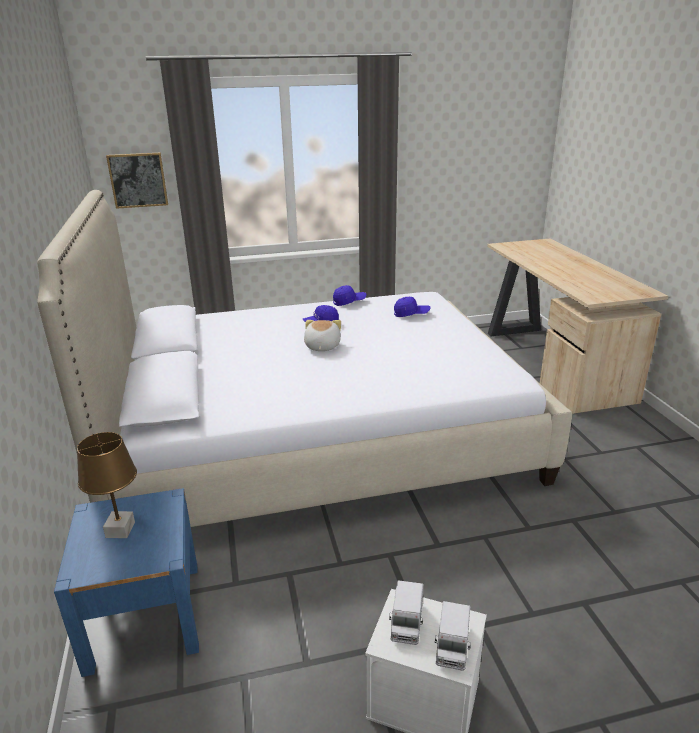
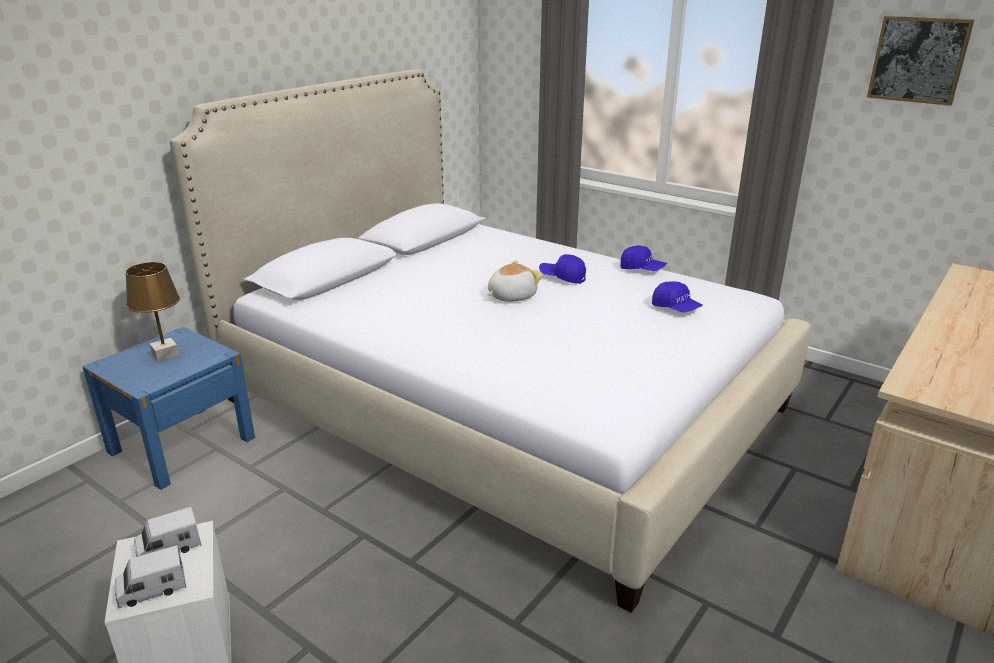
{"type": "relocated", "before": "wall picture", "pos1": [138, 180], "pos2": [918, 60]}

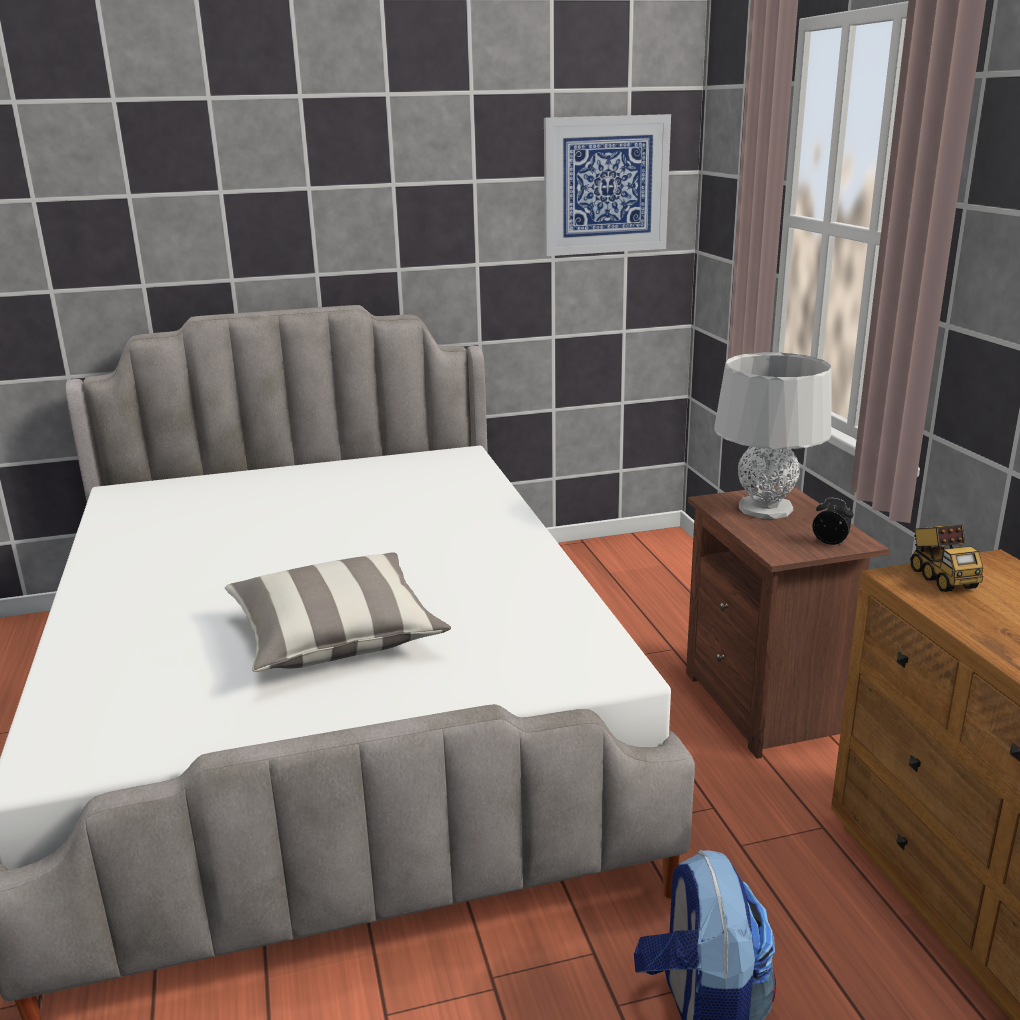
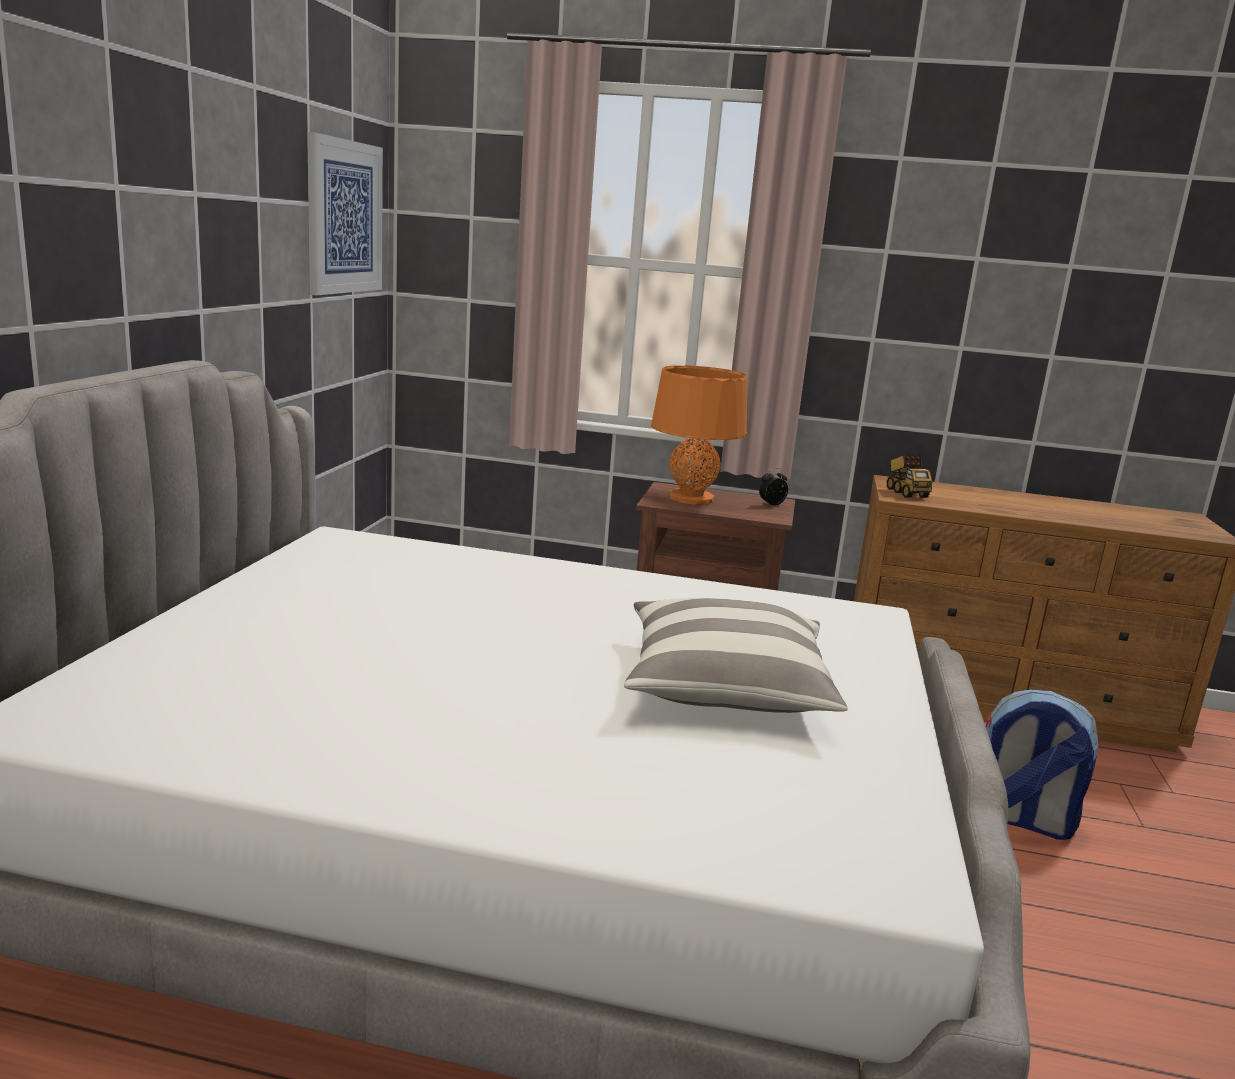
{"type": "colour", "before": "lamp for a table/gray", "after": "lamp for a table/orange-coloured", "pos1": [765, 508], "pos2": [691, 498]}
{"type": "spun", "before": "toy truck", "pos1": [941, 578], "pos2": [906, 493], "turn": 60}

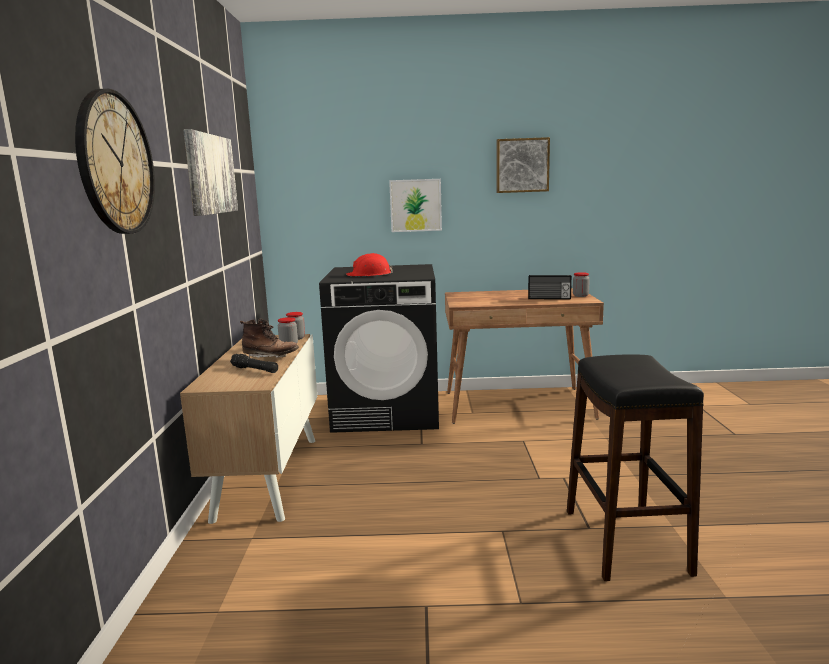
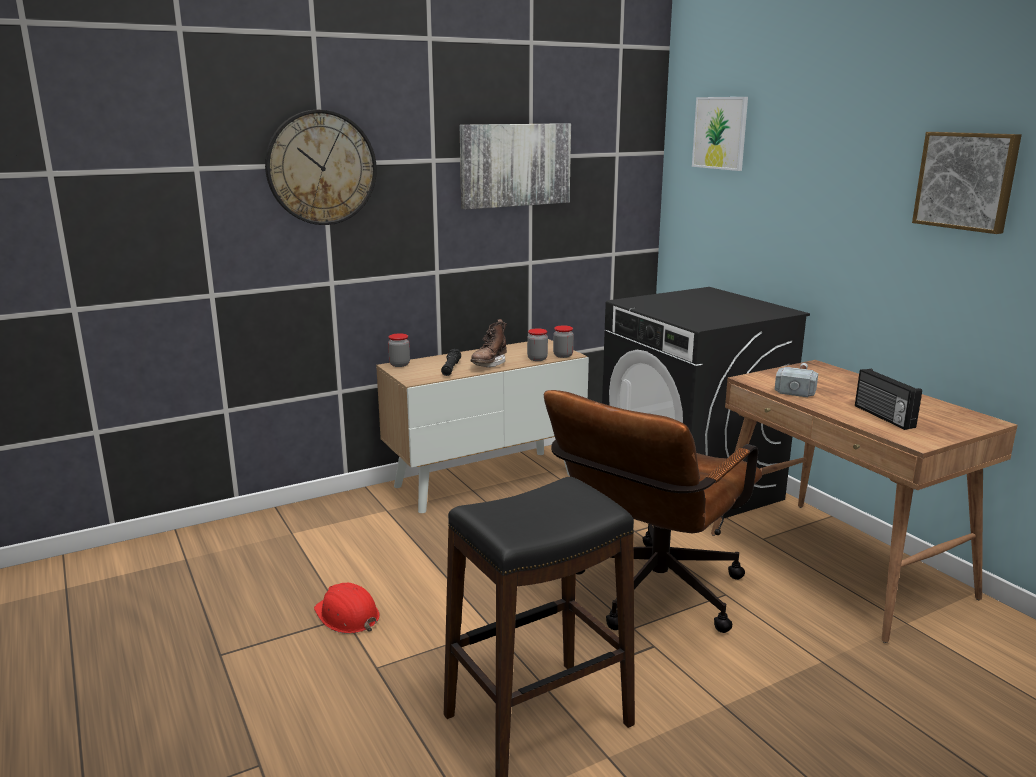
{"type": "relocated", "before": "wall picture", "pos1": [415, 205], "pos2": [720, 133]}
{"type": "relocated", "before": "work helmet/reddish", "pos1": [369, 274], "pos2": [347, 616]}
{"type": "relocated", "before": "preserve jar", "pos1": [580, 295], "pos2": [399, 364]}
{"type": "spun", "before": "high-top boot/brown", "pos1": [270, 358], "pos2": [489, 364], "turn": 45}
{"type": "appeared", "after": "hand hammer", "pos2": [798, 386]}
{"type": "appeared", "after": "desk chair/brown", "pos2": [649, 596]}

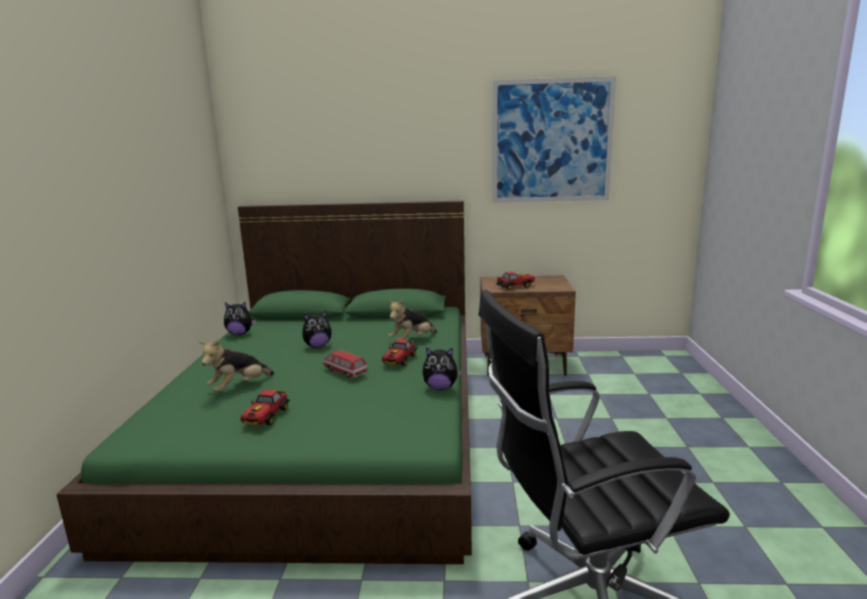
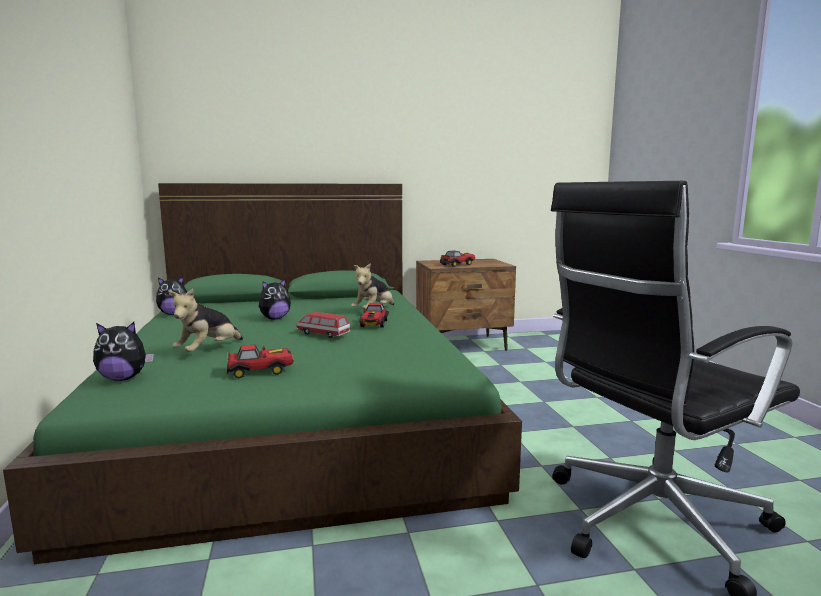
{"type": "missing", "before": "wall picture", "pos1": [551, 141]}
{"type": "relocated", "before": "plush toy", "pos1": [440, 387], "pos2": [123, 378]}
{"type": "spun", "before": "miniature car", "pos1": [265, 417], "pos2": [261, 371], "turn": -105}

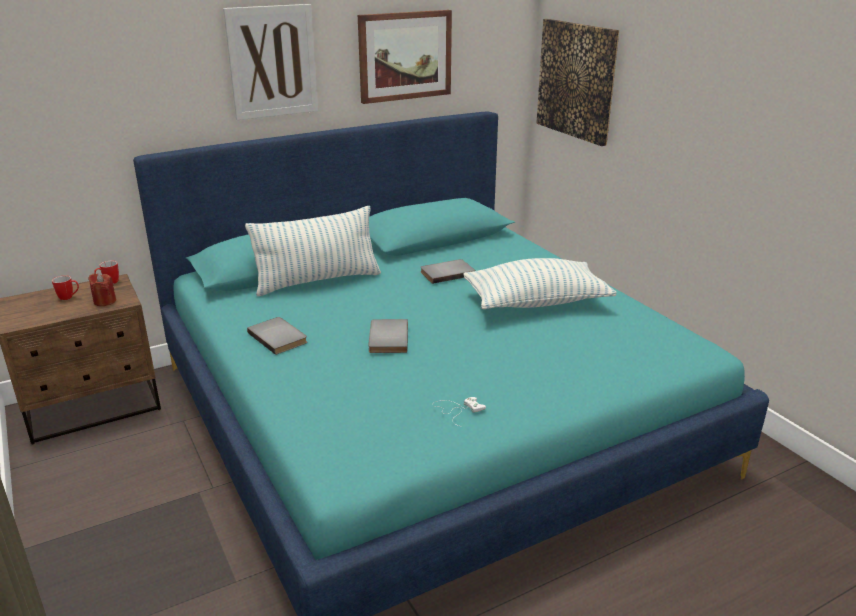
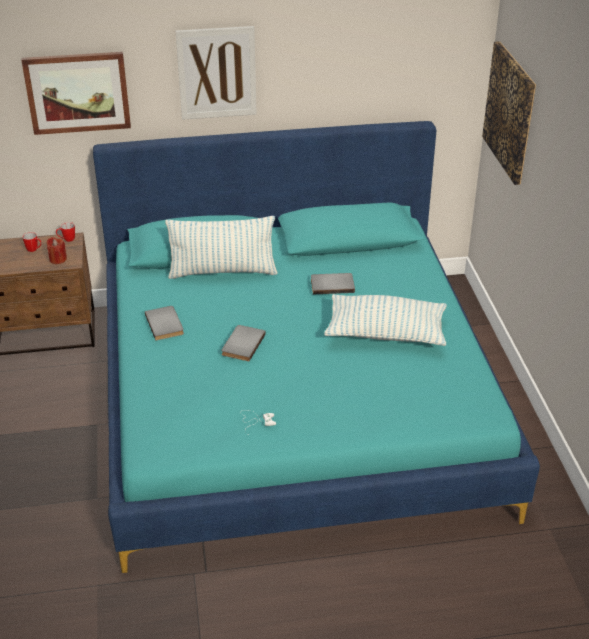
{"type": "relocated", "before": "wall picture", "pos1": [405, 56], "pos2": [77, 92]}

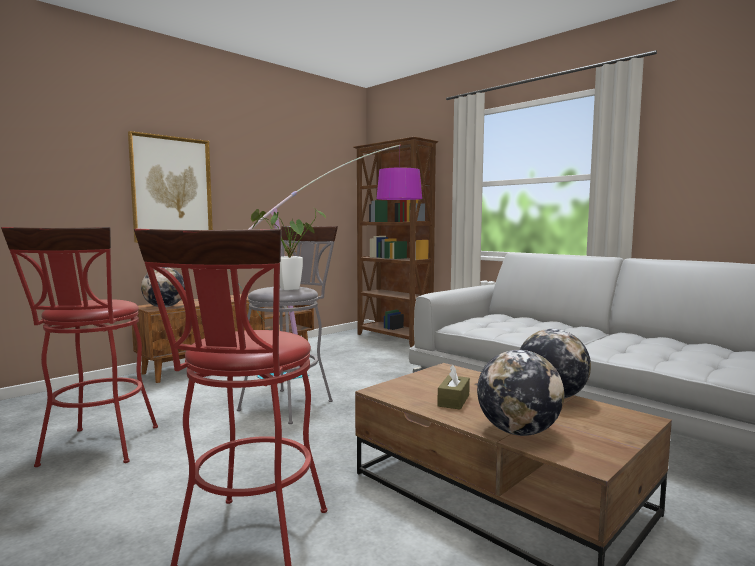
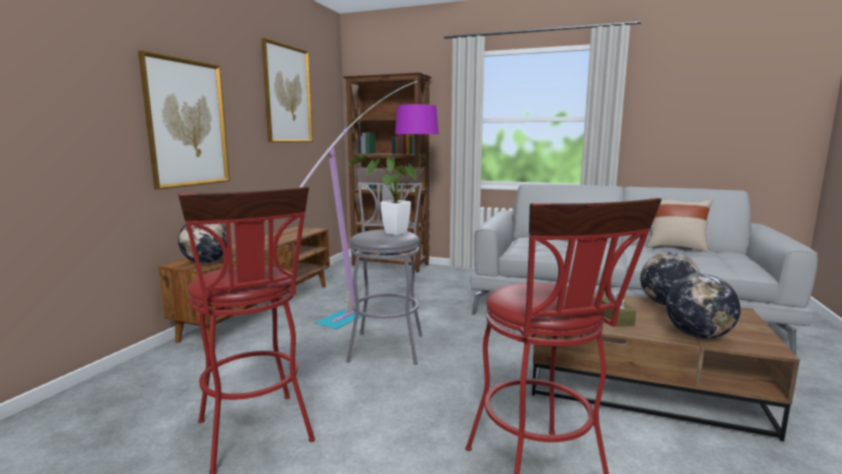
{"type": "appeared", "after": "wall picture", "pos2": [287, 94]}
{"type": "appeared", "after": "cushion/beige-coloured", "pos2": [675, 247]}

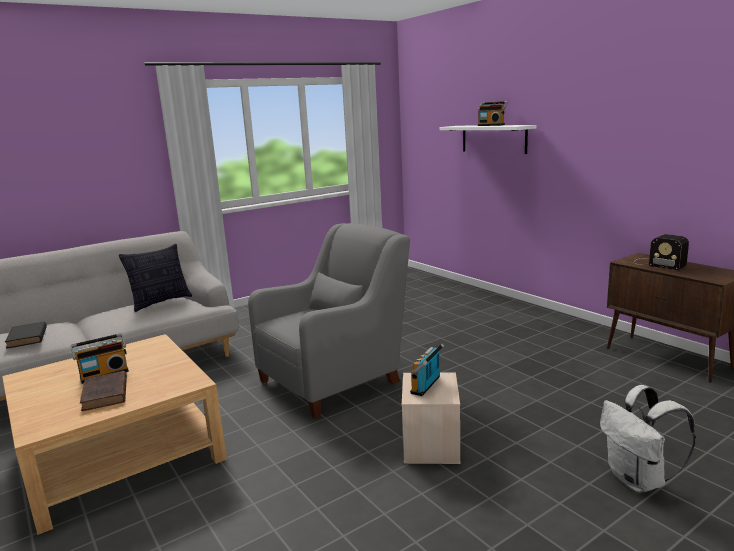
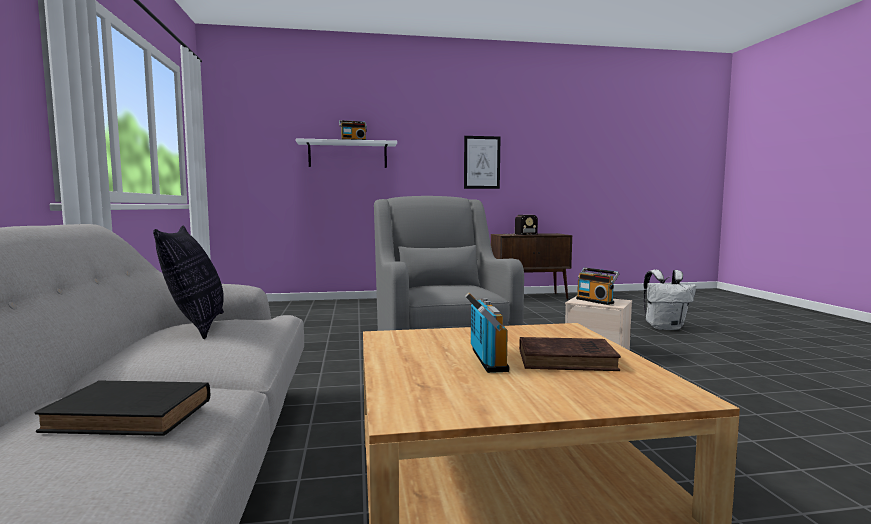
{"type": "appeared", "after": "wall picture", "pos2": [482, 162]}

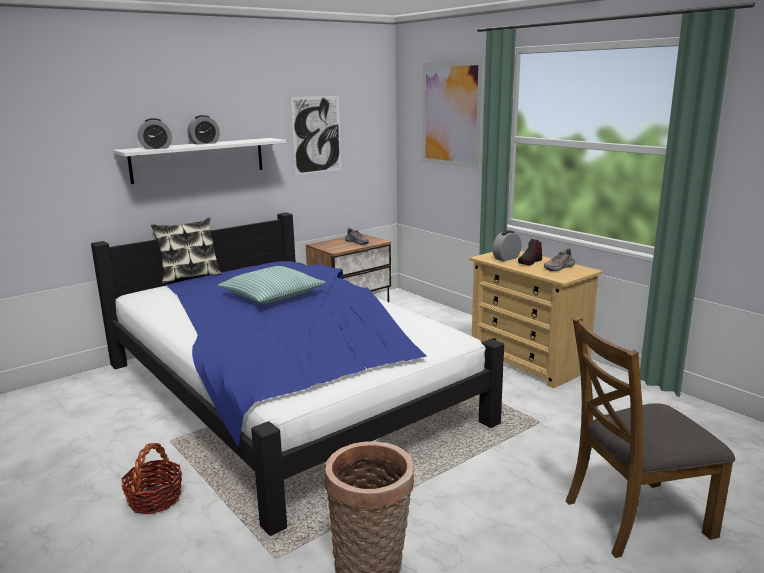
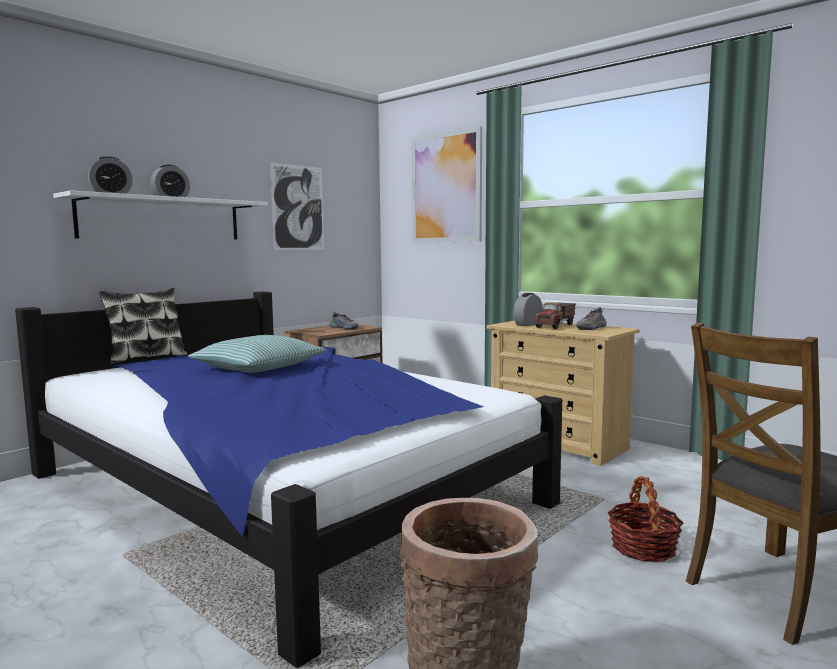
{"type": "exchanged", "before": "shoe", "after": "toy truck", "pos1": [530, 262], "pos2": [556, 326]}
{"type": "relocated", "before": "household basket", "pos1": [155, 499], "pos2": [643, 548]}

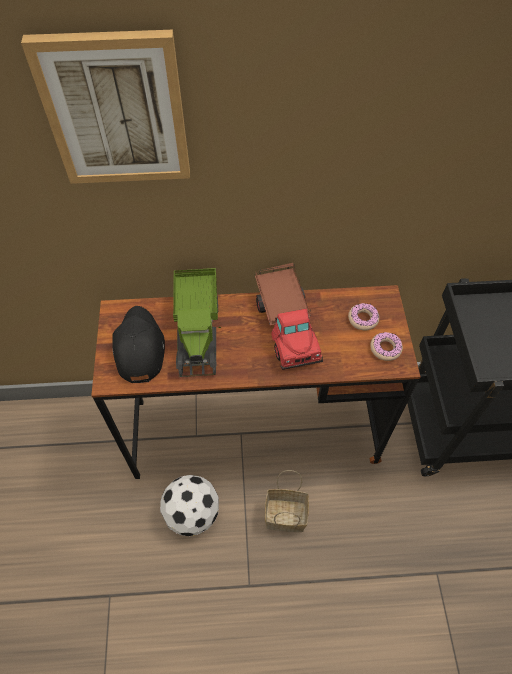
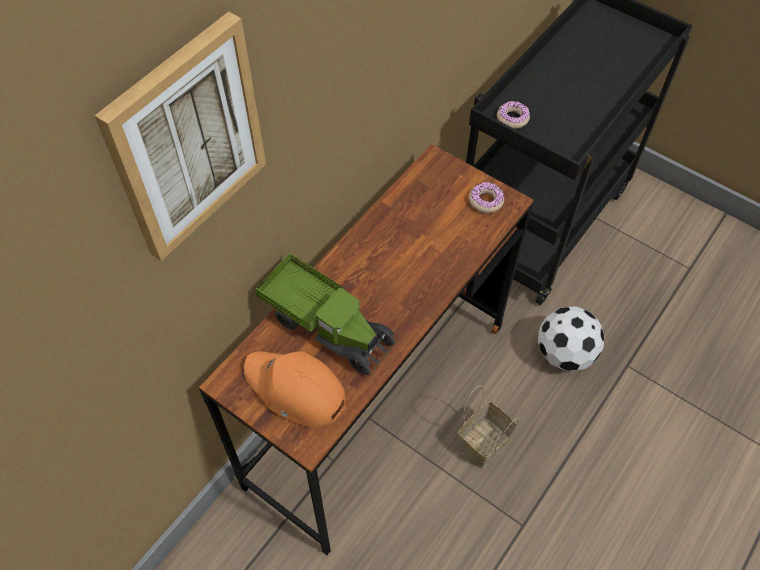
{"type": "missing", "before": "toy truck", "pos1": [287, 323]}
{"type": "relocated", "before": "doughnut", "pos1": [363, 319], "pos2": [512, 118]}
{"type": "colour", "before": "baseball cap/blackish", "after": "baseball cap/orange-coloured", "pos1": [138, 348], "pos2": [295, 390]}
{"type": "relocated", "before": "football ball", "pos1": [193, 513], "pos2": [565, 353]}

